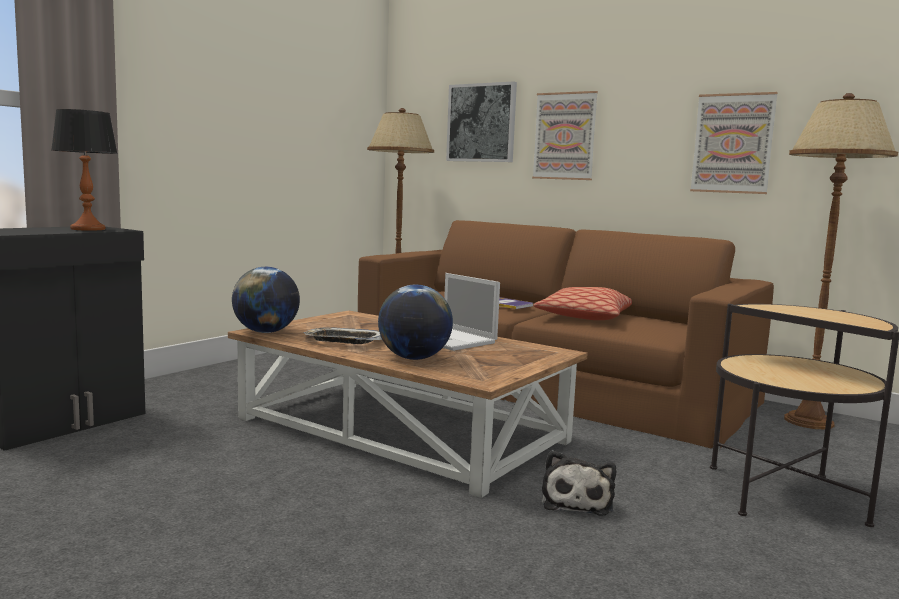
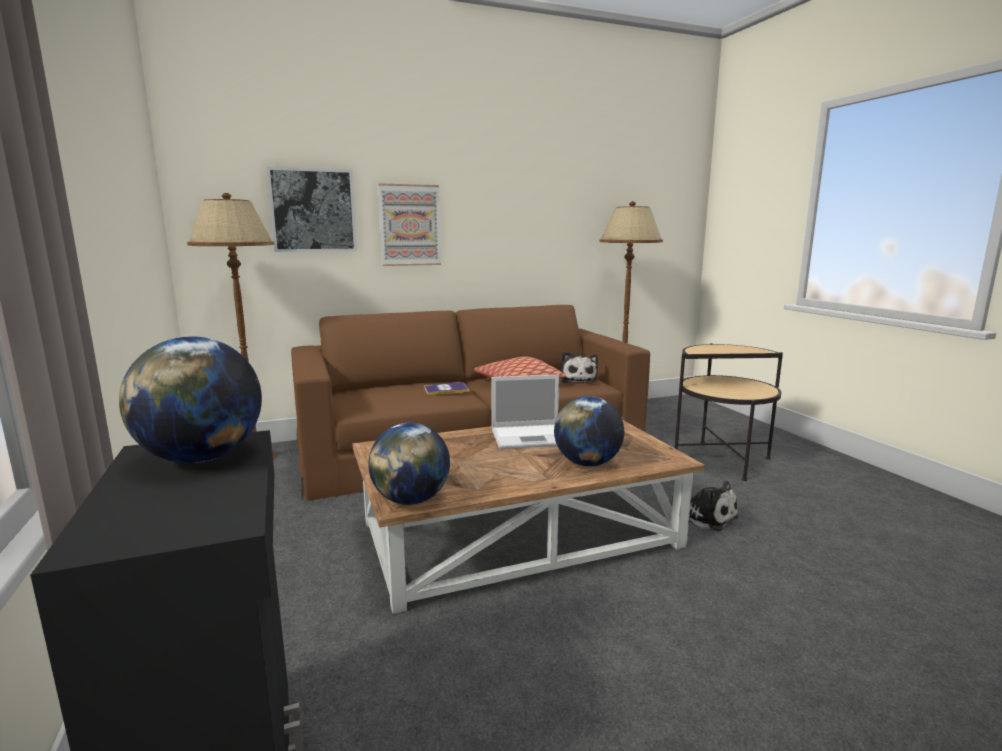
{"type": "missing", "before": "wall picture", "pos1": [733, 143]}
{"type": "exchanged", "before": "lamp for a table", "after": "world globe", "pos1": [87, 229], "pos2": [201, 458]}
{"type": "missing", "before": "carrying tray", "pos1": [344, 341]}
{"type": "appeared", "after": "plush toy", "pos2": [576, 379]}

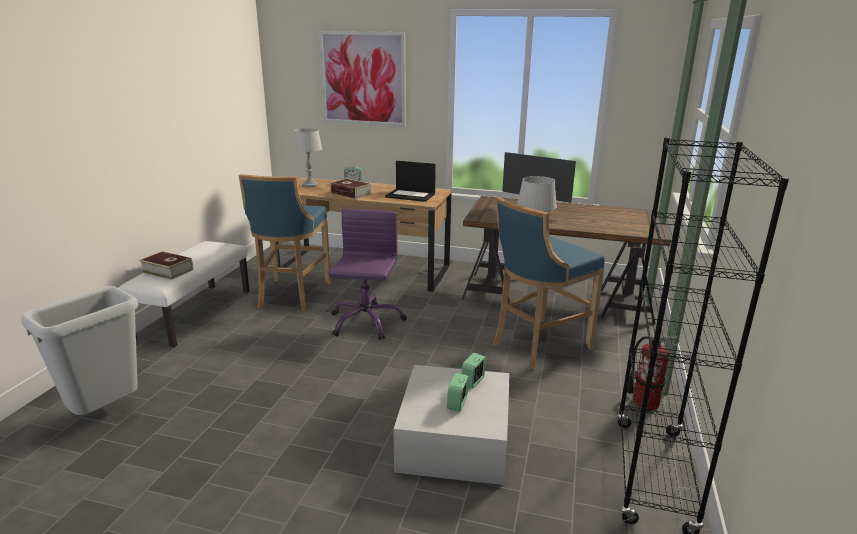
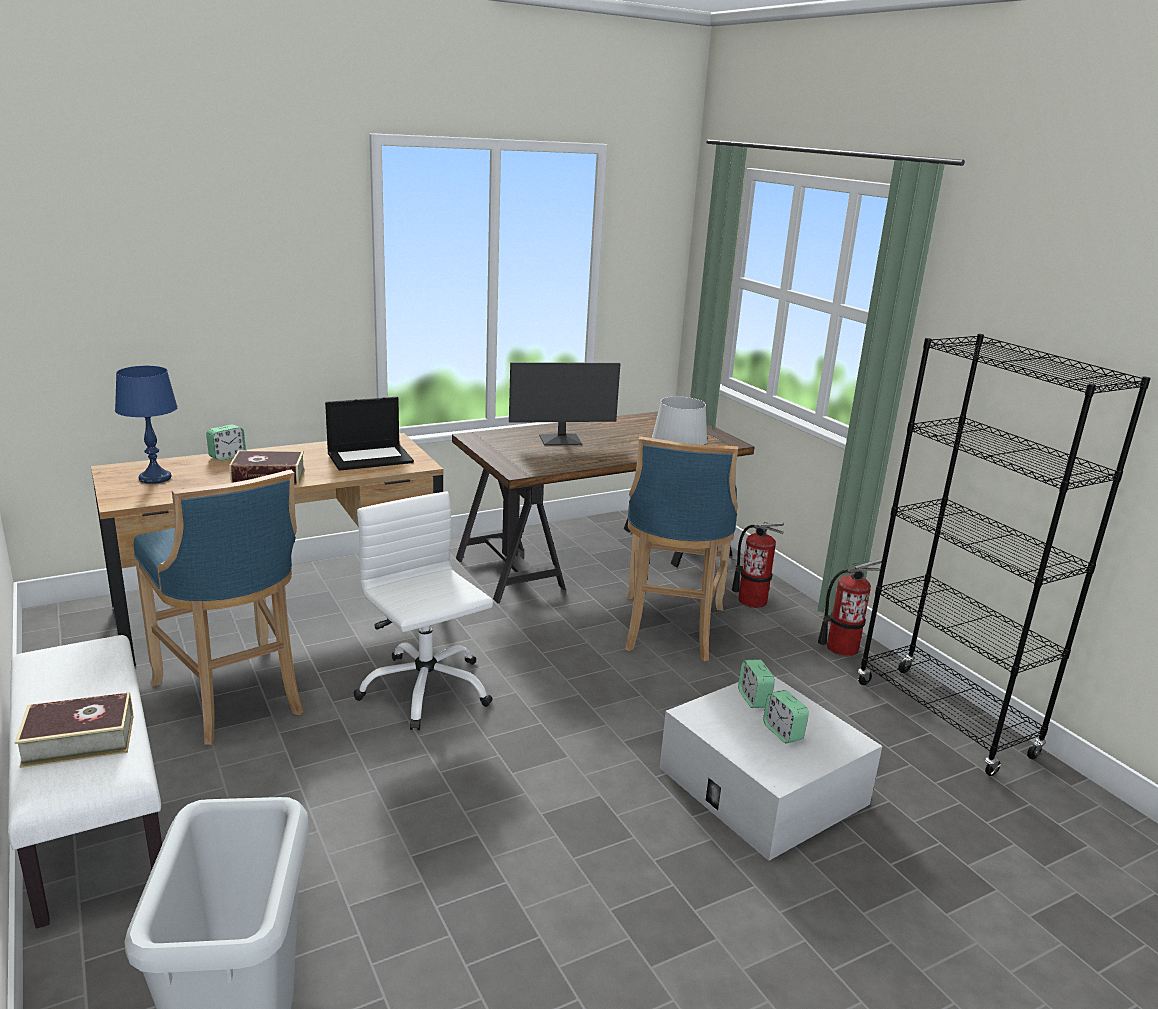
{"type": "missing", "before": "wall picture", "pos1": [363, 79]}
{"type": "colour", "before": "lamp for a table/gray", "after": "lamp for a table/blue", "pos1": [310, 185], "pos2": [154, 478]}
{"type": "colour", "before": "desk chair/purple", "after": "desk chair/white-coloured", "pos1": [365, 322], "pos2": [425, 689]}
{"type": "appeared", "after": "extinguisher", "pos2": [752, 601]}

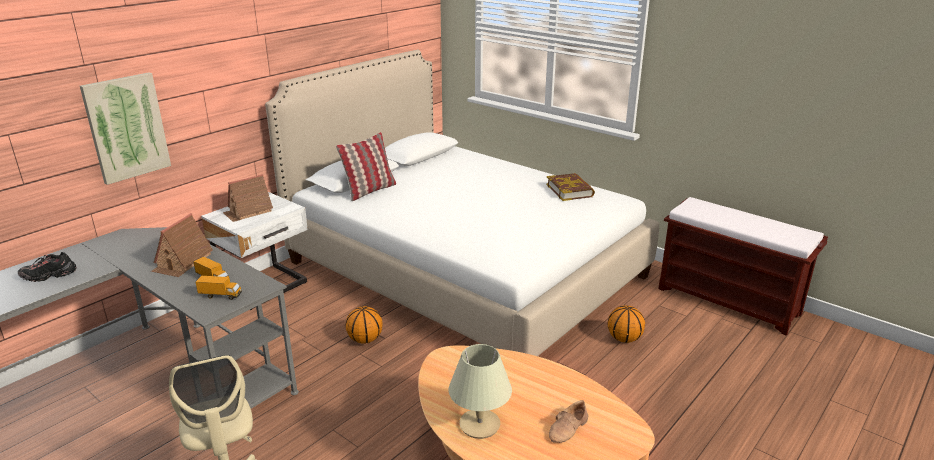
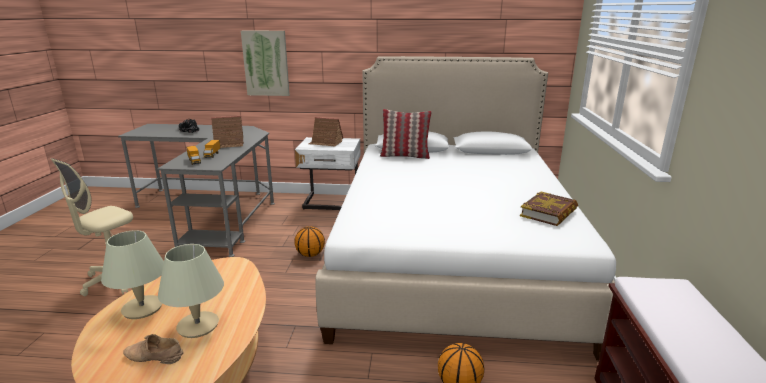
{"type": "appeared", "after": "lamp for a table/beige-coloured", "pos2": [197, 325]}

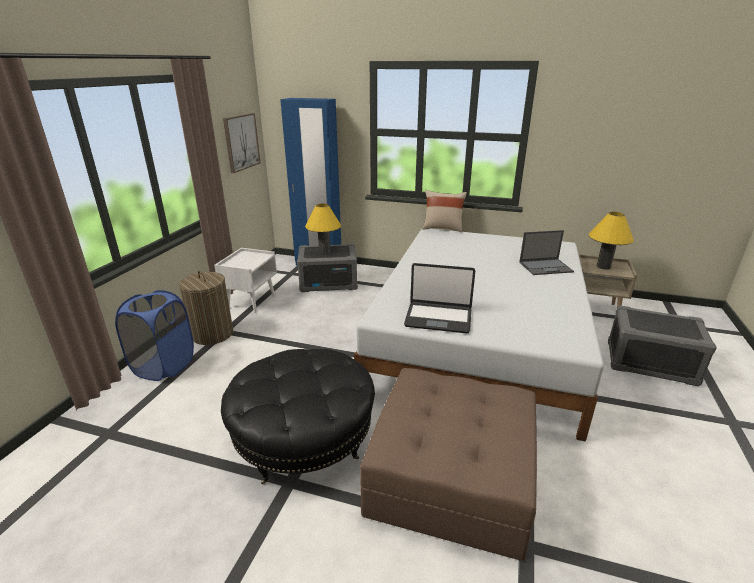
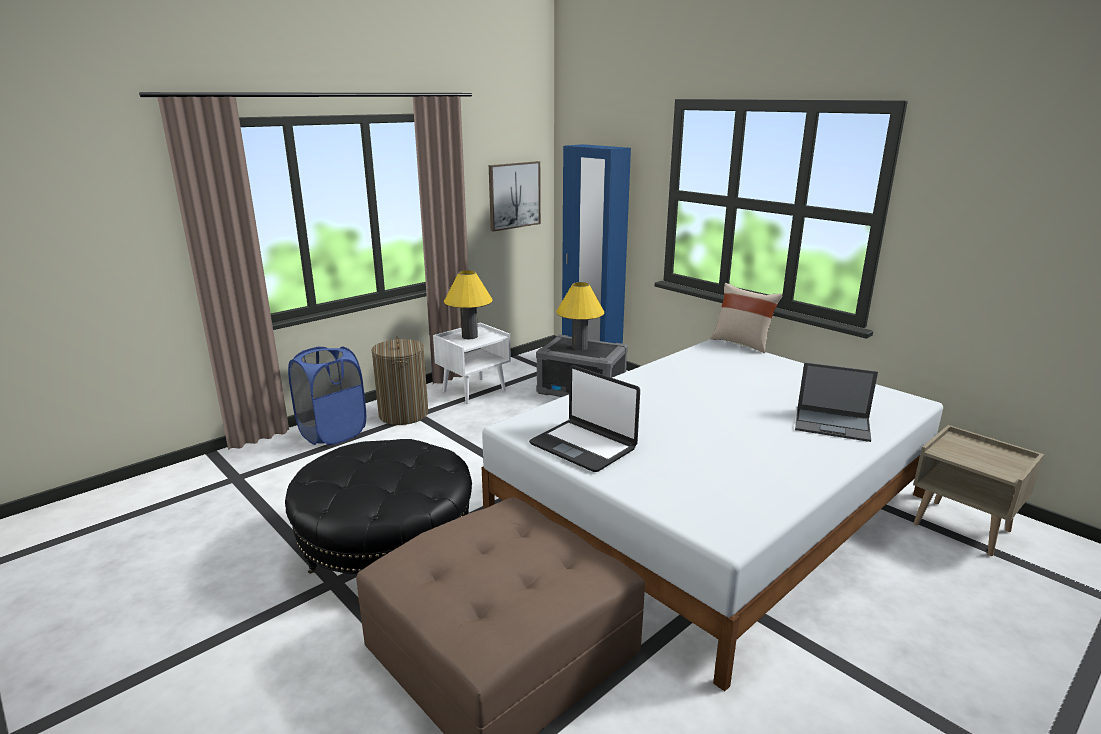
{"type": "relocated", "before": "lamp for a table/yellow-coloured", "pos1": [603, 266], "pos2": [469, 336]}
{"type": "missing", "before": "storage container/gray", "pos1": [650, 363]}

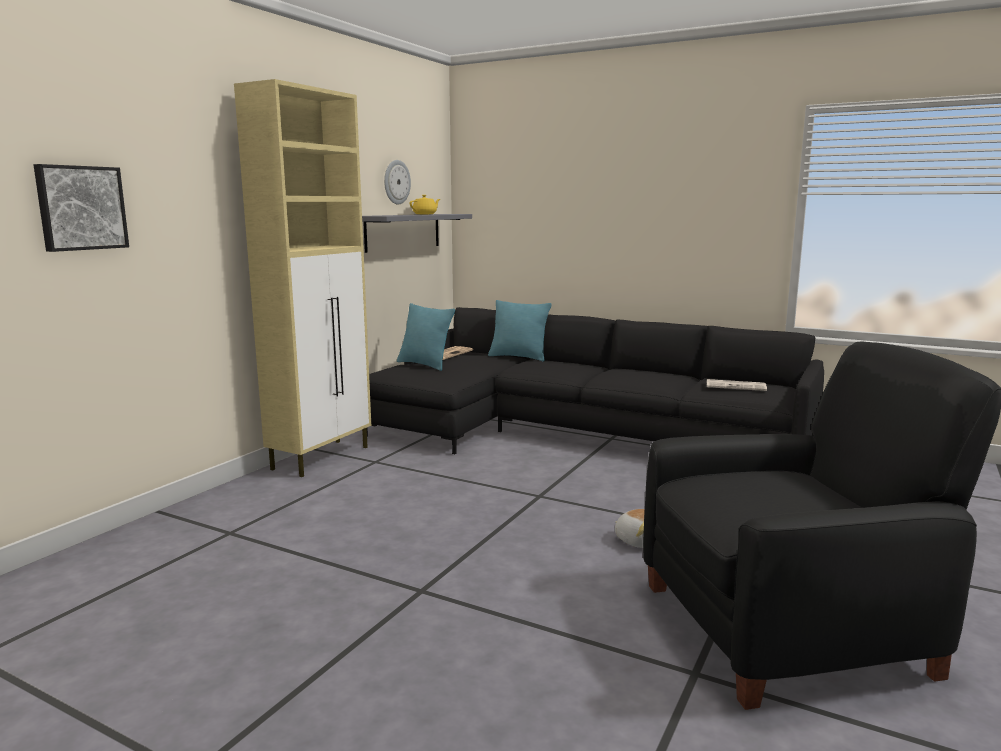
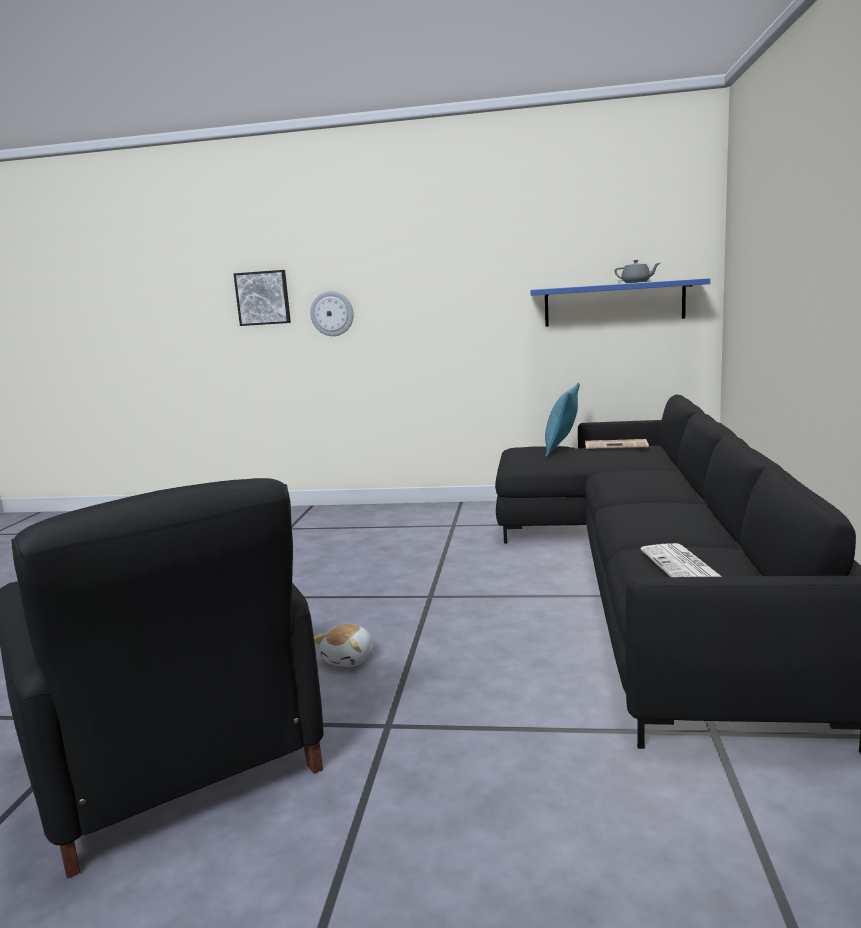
{"type": "missing", "before": "storage cabinet/beige-coloured", "pos1": [322, 457]}
{"type": "relocated", "before": "hanging clock", "pos1": [396, 182], "pos2": [332, 313]}
{"type": "colour", "before": "pot for tea/yellow-coloured", "after": "pot for tea/gray", "pos1": [425, 214], "pos2": [636, 282]}
{"type": "colour", "before": "wall shelf/gray", "after": "wall shelf/blue", "pos1": [403, 232], "pos2": [614, 303]}
{"type": "missing", "before": "cushion/turquoise", "pos1": [518, 357]}

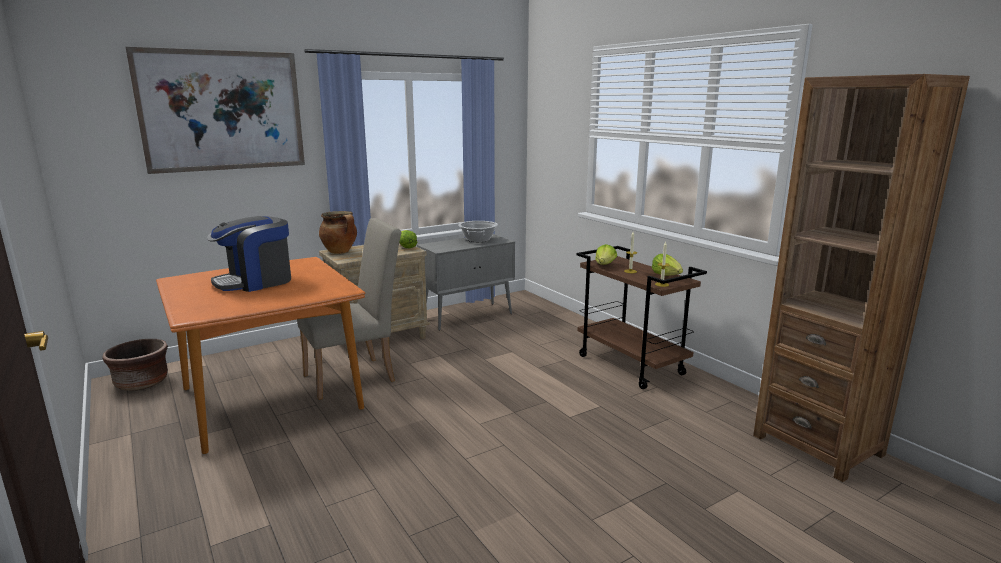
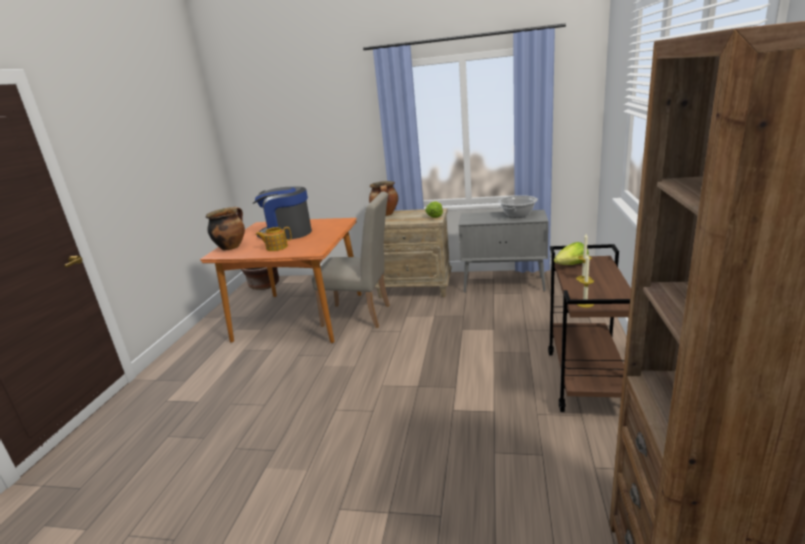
{"type": "missing", "before": "wall picture", "pos1": [223, 111]}
{"type": "missing", "before": "lettuce head", "pos1": [667, 275]}
{"type": "appeared", "after": "saucepot", "pos2": [231, 247]}
{"type": "appeared", "after": "pot for tea", "pos2": [276, 247]}

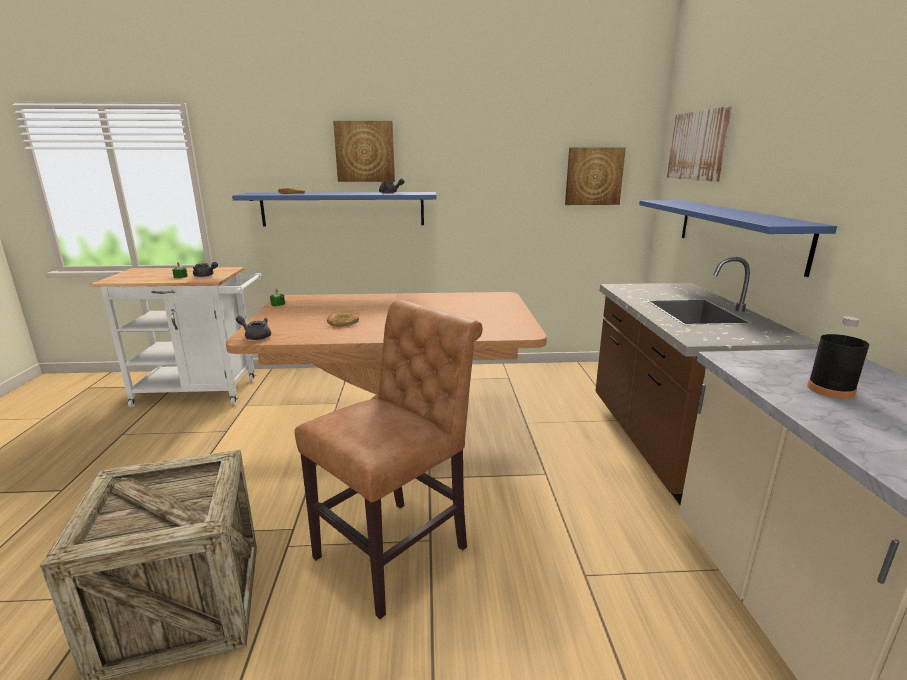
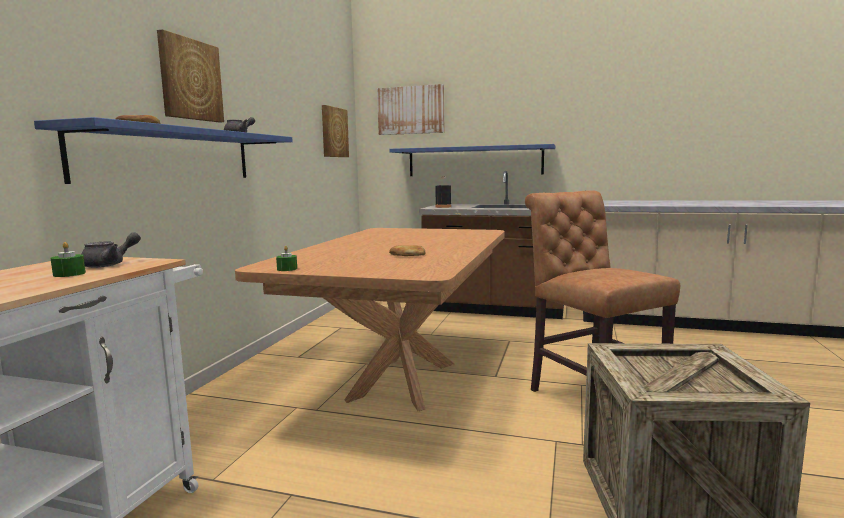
{"type": "missing", "before": "pot for tea/gray", "pos1": [255, 336]}
{"type": "relocated", "before": "drink bottle/blackish", "pos1": [830, 390], "pos2": [443, 207]}

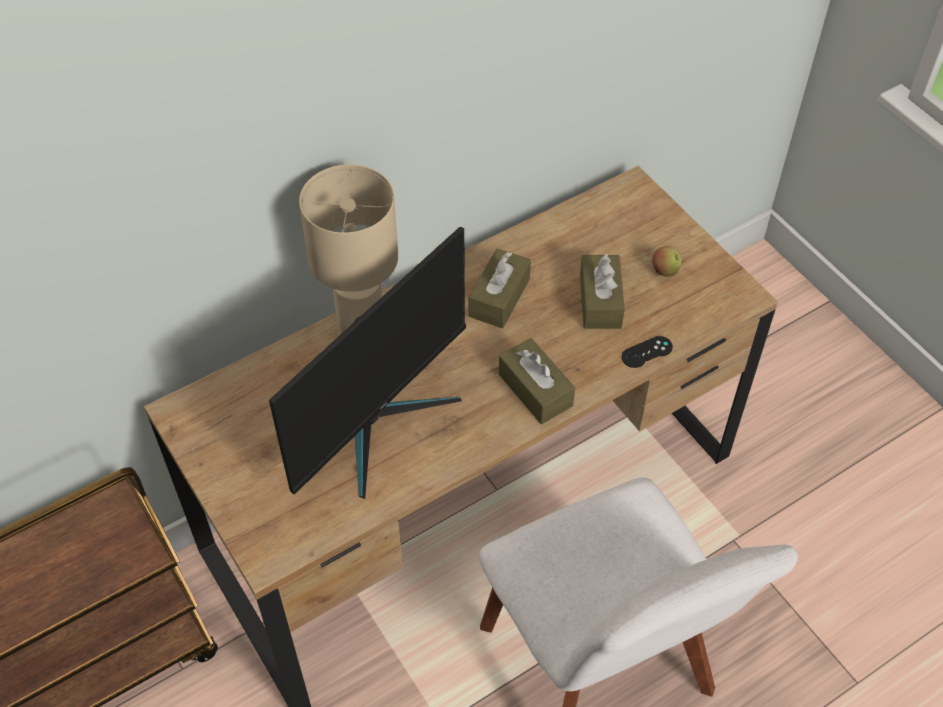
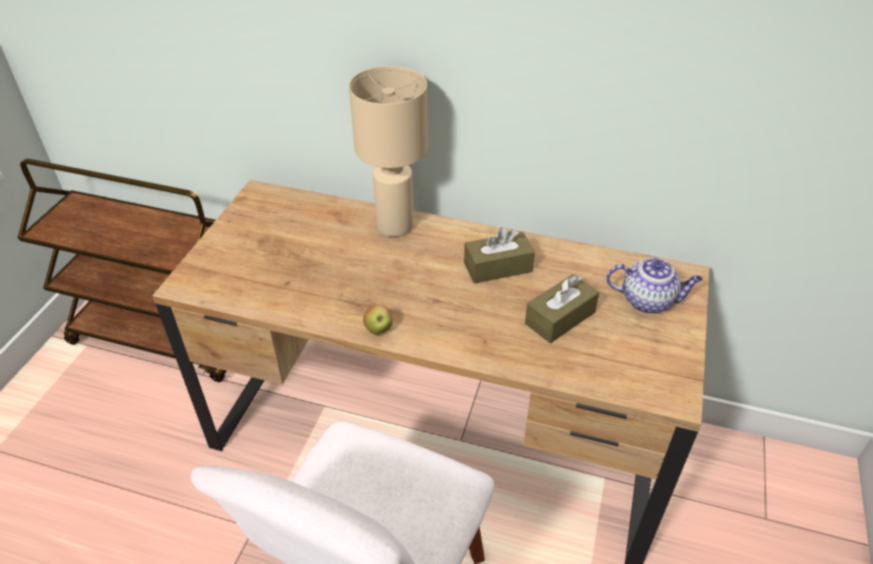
{"type": "missing", "before": "monitor", "pos1": [379, 422]}
{"type": "relocated", "before": "apple", "pos1": [665, 271], "pos2": [378, 329]}
{"type": "missing", "before": "joypad/blackish", "pos1": [647, 352]}
{"type": "missing", "before": "tissue box/brown", "pos1": [535, 390]}
{"type": "appeared", "after": "pot for tea", "pos2": [648, 300]}

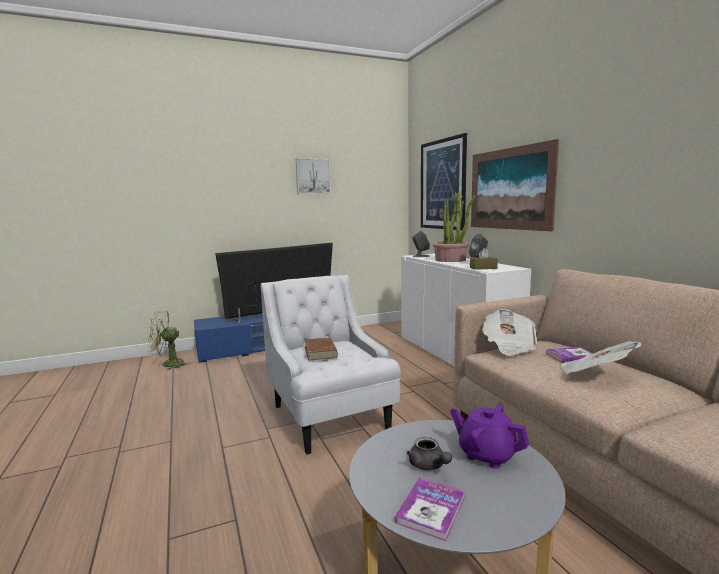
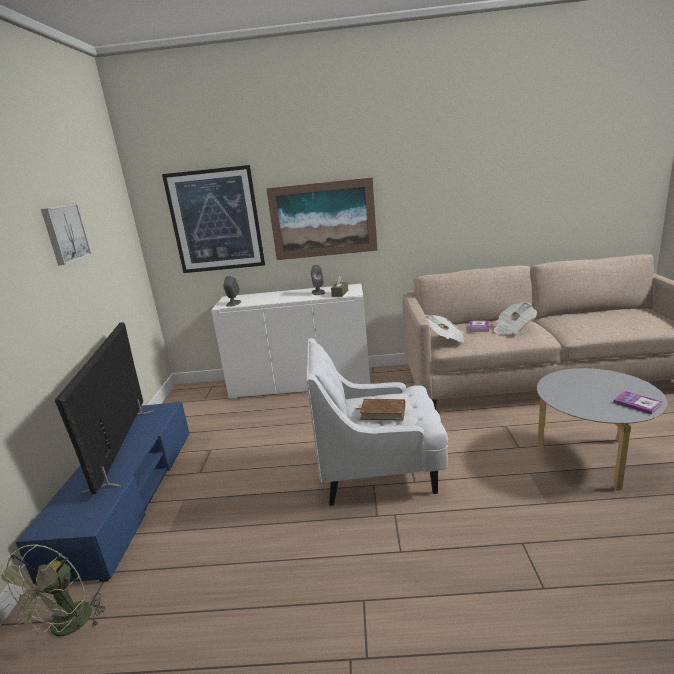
{"type": "missing", "before": "plant in a pot", "pos1": [450, 260]}
{"type": "missing", "before": "pot for tea/purple", "pos1": [486, 455]}
{"type": "missing", "before": "pot for tea/gray", "pos1": [429, 466]}

